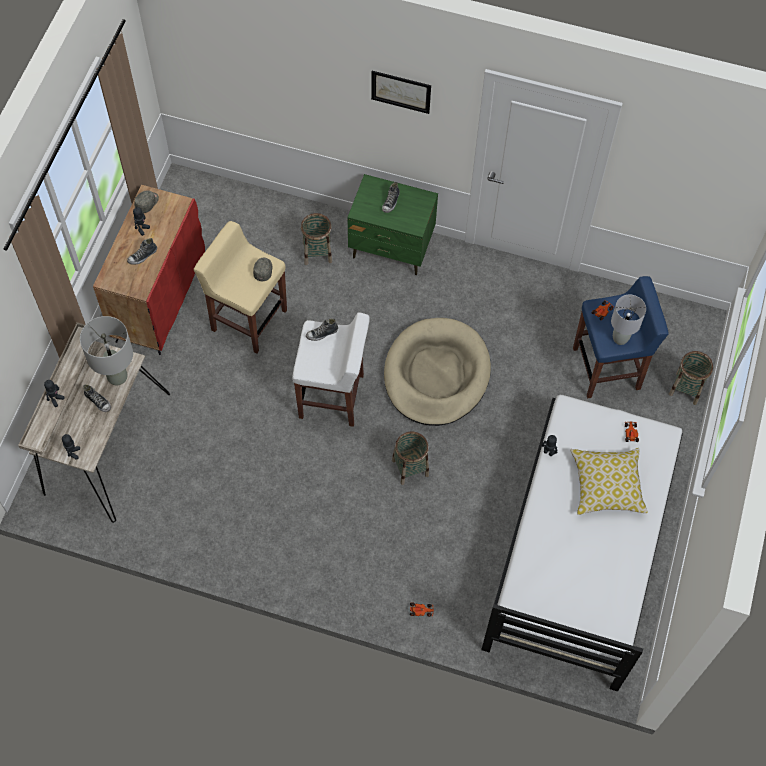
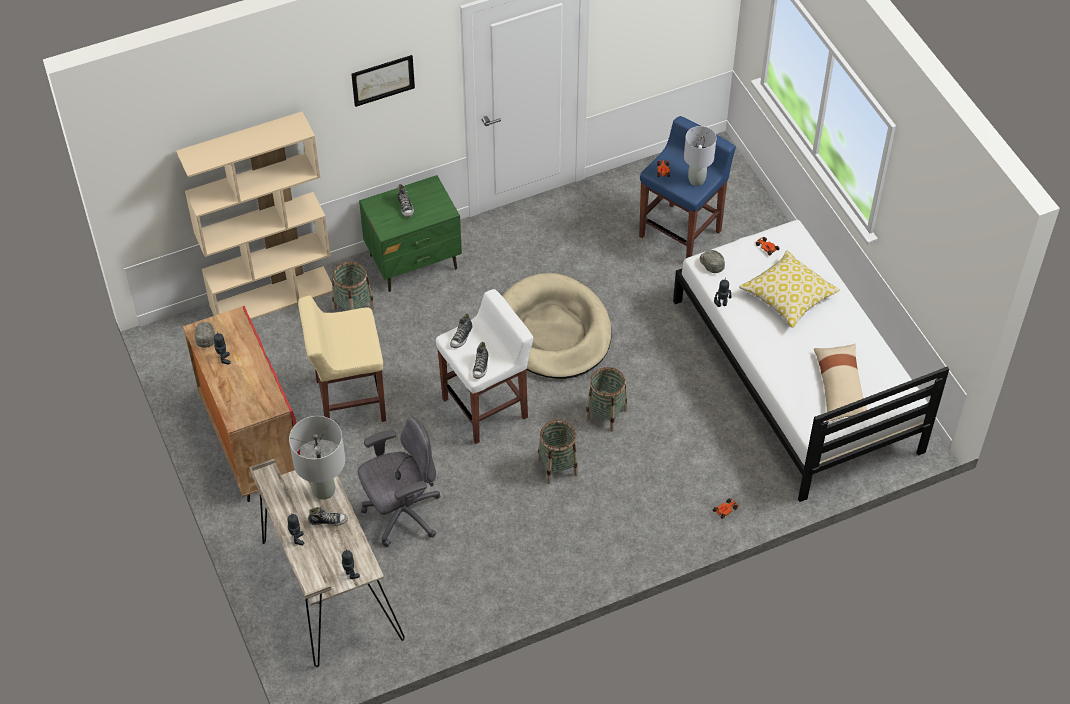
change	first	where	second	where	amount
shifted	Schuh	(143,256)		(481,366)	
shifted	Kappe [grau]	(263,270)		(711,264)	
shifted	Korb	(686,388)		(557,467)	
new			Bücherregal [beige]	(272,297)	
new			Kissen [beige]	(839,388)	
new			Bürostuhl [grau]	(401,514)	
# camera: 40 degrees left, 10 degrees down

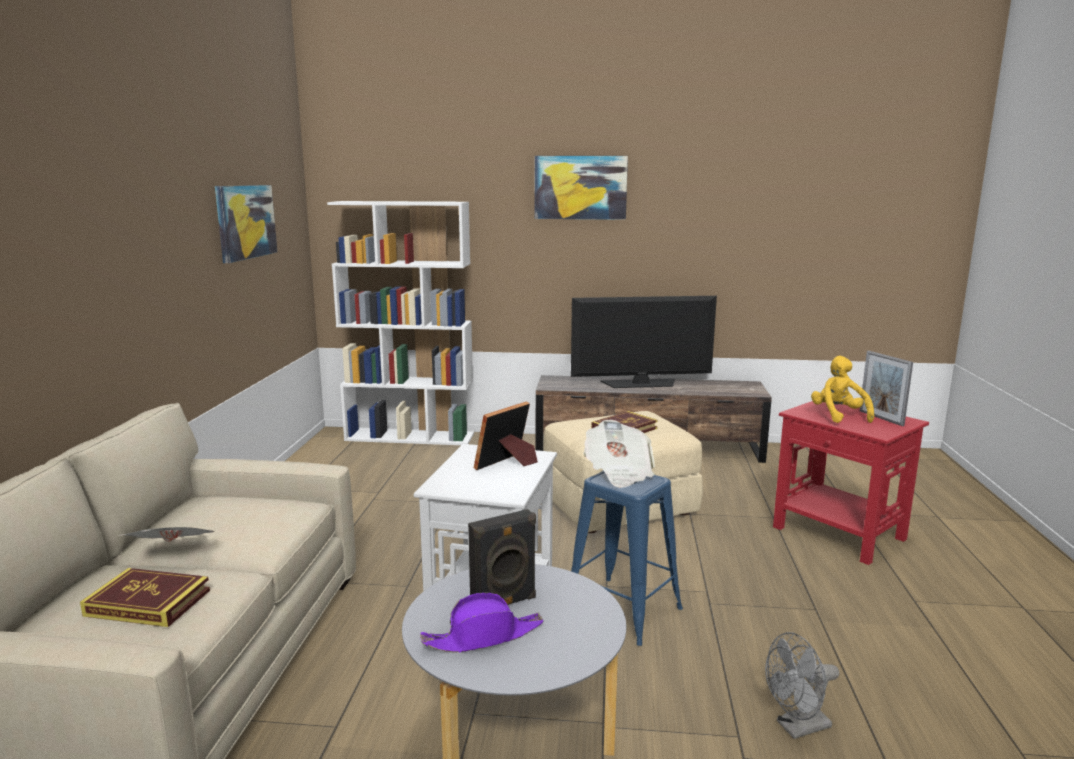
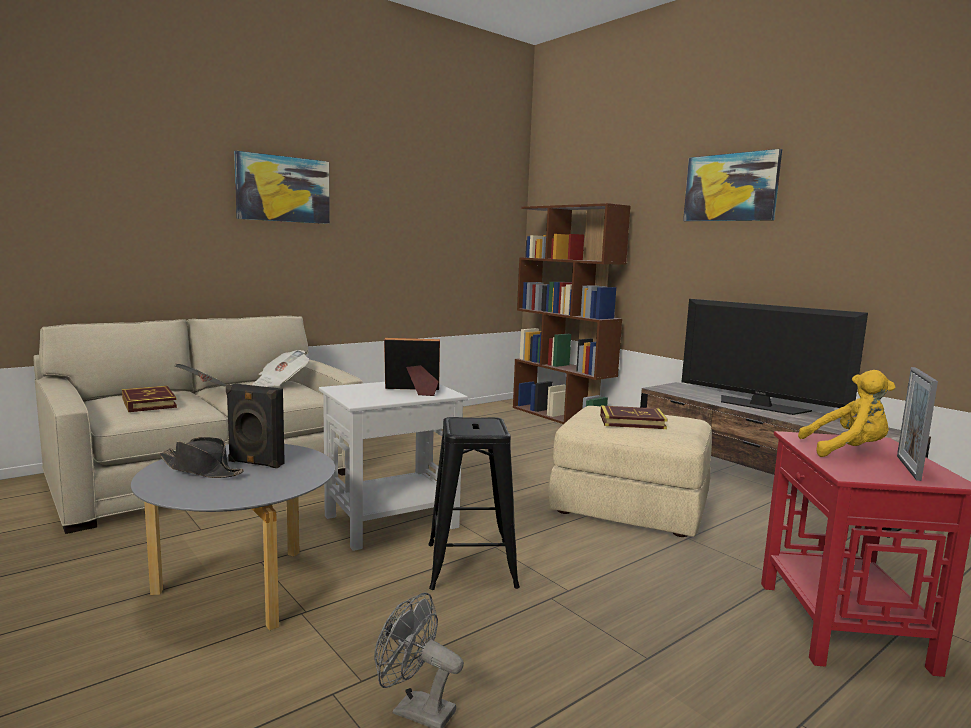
change	first	where	second	where	amount
shifted	Bild	(245,221)		(283,189)	
repainted	Bücherregal [weiß]	(410,437)	Bücherregal [braun]	(561,417)	
rotated	Plüschtier [gelb]	(838,415)		(847,451)	60 degrees clockwise
shifted	Zeitung	(618,472)		(280,383)	
repainted	Hocker [blau]	(623,610)	Hocker [schwarz]	(471,565)	
repainted	Hut [lila]	(483,636)	Hut [schwarz]	(201,469)	
# camera: 45 degrees right, 5 degrees down

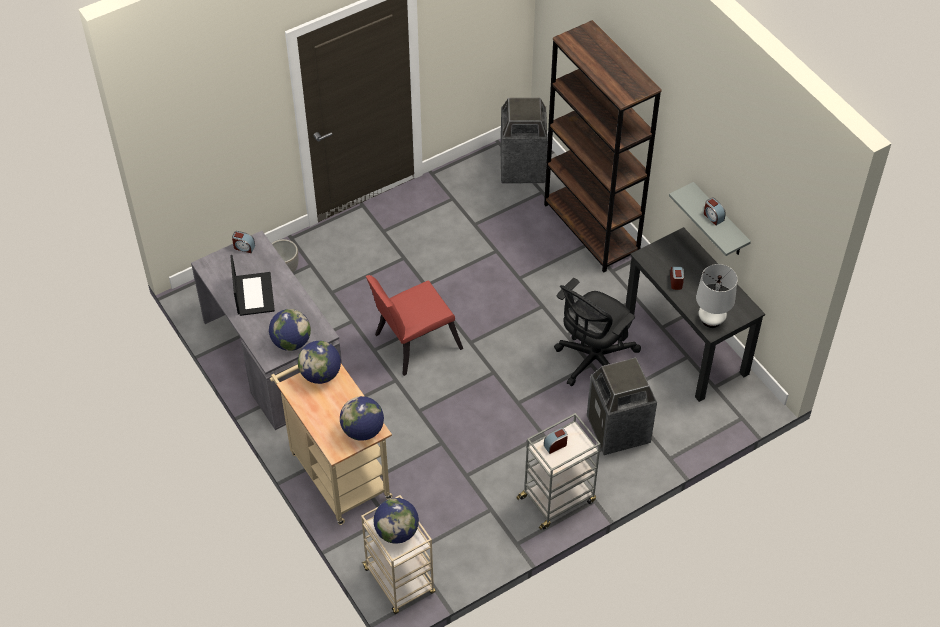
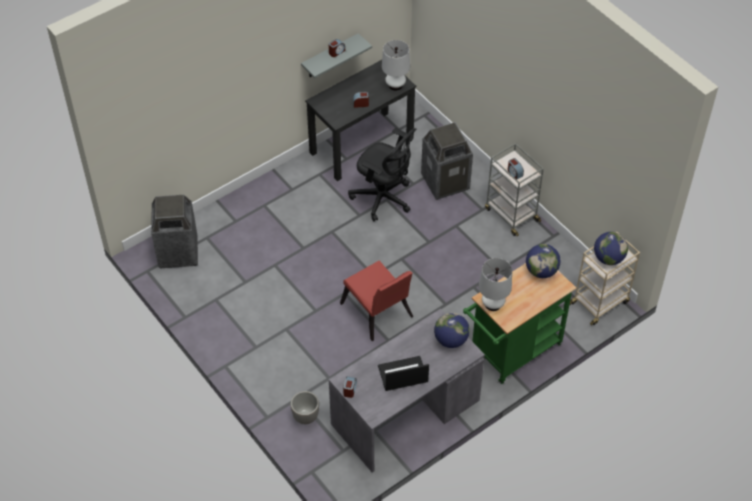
change	first	where	second	where	amount
gone	Bücherregal [braun]	(591,229)			
swapped	Globus	(320,374)	Tischlampe [weiß]	(493,304)	
repainted	Rollwagen [beige]	(336,471)	Rollwagen [grün]	(511,352)	
# camera: 95 degrees left, 0 degrees up

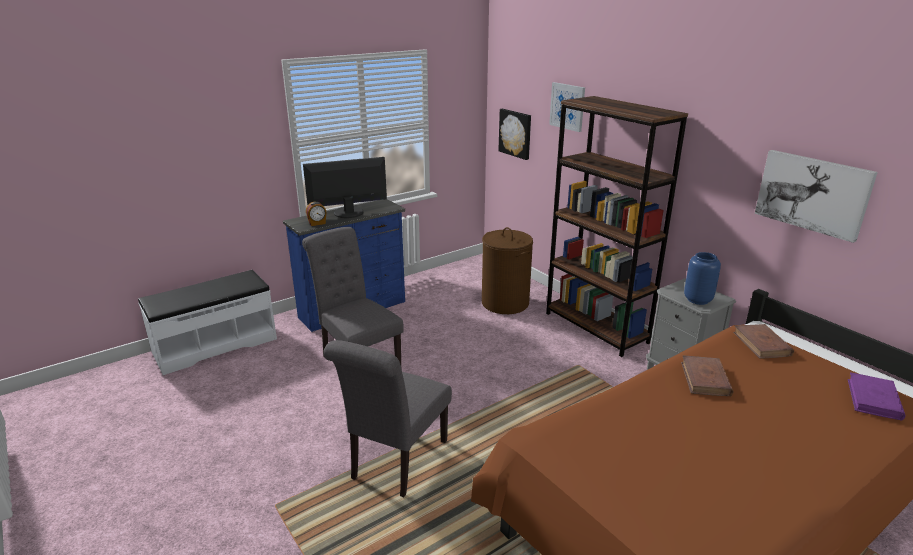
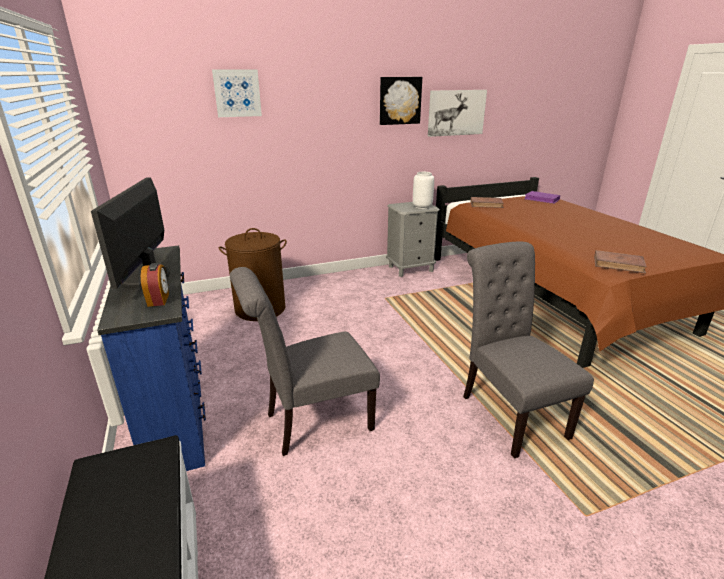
change	first	where	second	where	amount
gone	Bücherregal [braun]	(596,328)			
shifted	Bild	(516,133)		(399,100)	
repainted	Vase [blau]	(697,300)	Vase [weiß]	(422,207)	
rotated	Stuhl [grau]	(396,463)		(508,412)	150 degrees counterclockwise
shifted	Buch [braun]	(705,379)		(618,264)	
# camera: 75 degrees left, 0 degrees up

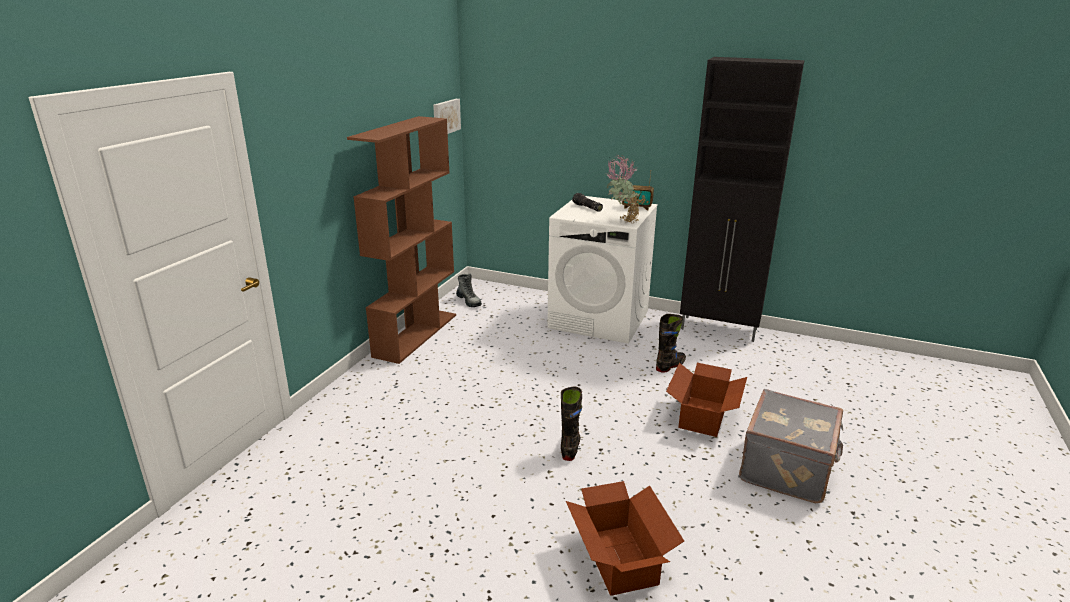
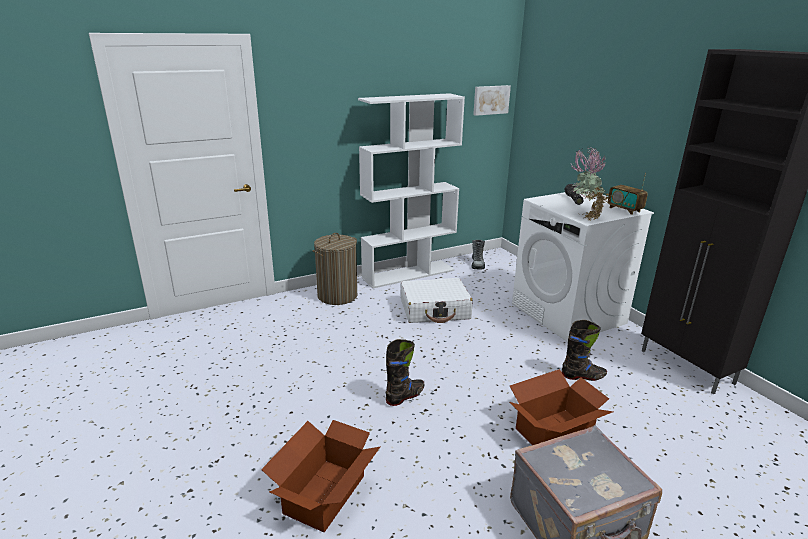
change	first	where	second	where	amount
repainted	Bücherregal [braun]	(416,334)	Bücherregal [weiß]	(409,274)	
new			Wäschekorb	(337,295)	
new			Koffer [weiß]	(435,310)	
# camera: 40 degrees right, 0 degrees up

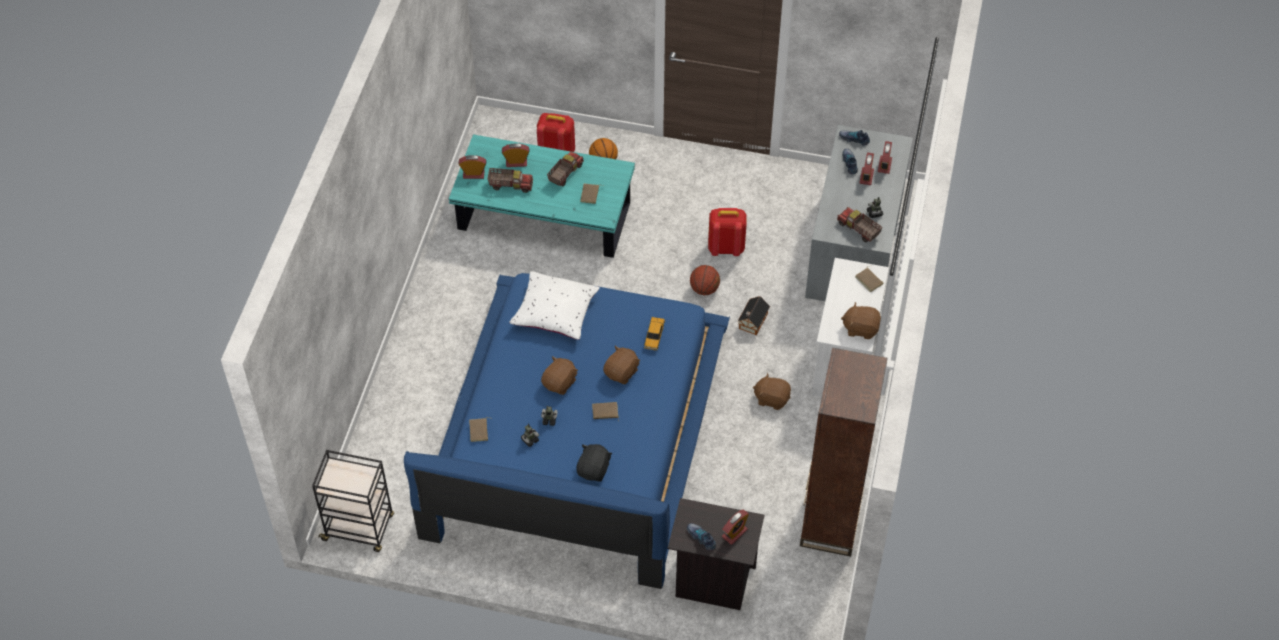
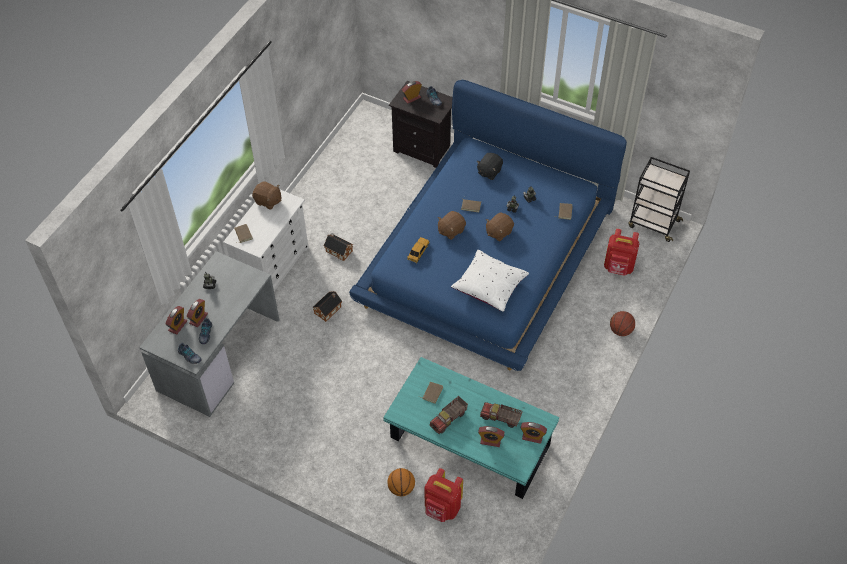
change	first	where	second	where	amount
gone	Spielzeuglaster	(858,230)			
shifted	Rucksack [rot]	(725,247)		(618,267)	
shifted	Basketball	(704,289)		(620,330)	
gone	Bücherregal [braun]	(831,519)			
swapped	Plüschtier [braun]	(772,398)	Spielzeughaus	(338,250)	
# camera: 165 degrees left, 0 degrees up

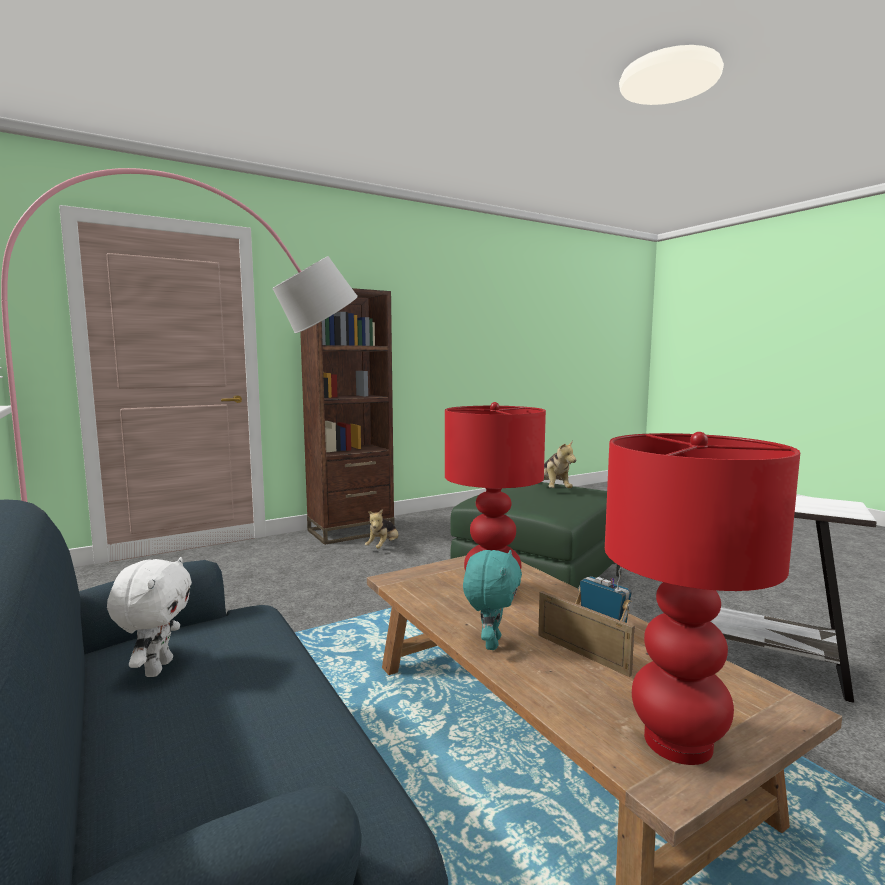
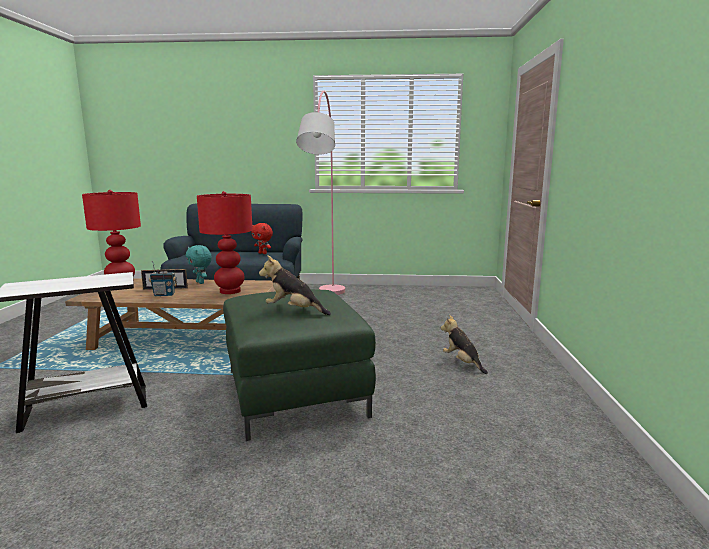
change	first	where	second	where	amount
gone	Bücherregal [braun]	(351,531)			
repainted	Plüschtier [weiß]	(157,668)	Plüschtier [rot]	(263,253)	
# camera: 125 degrees right, 5 degrees up

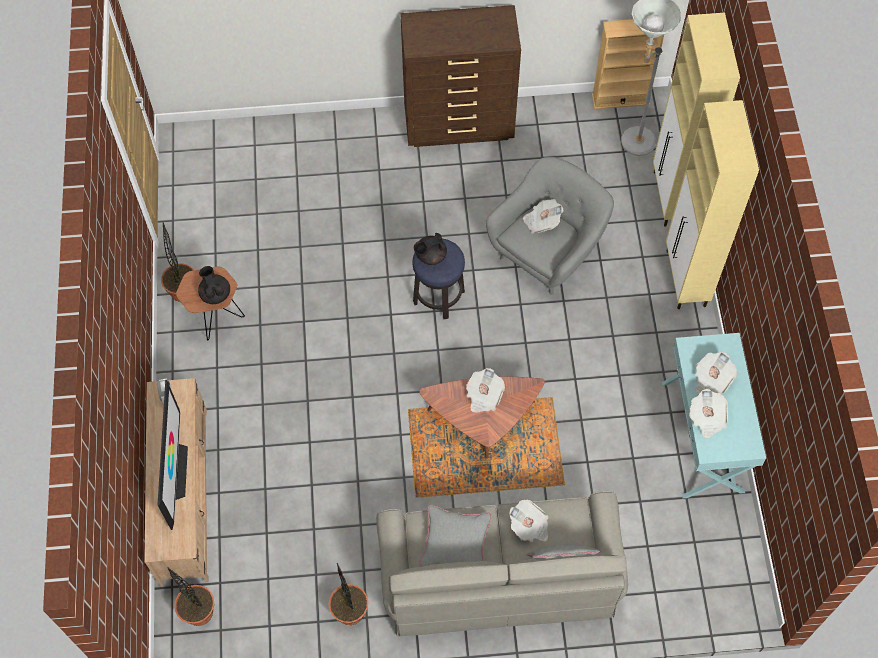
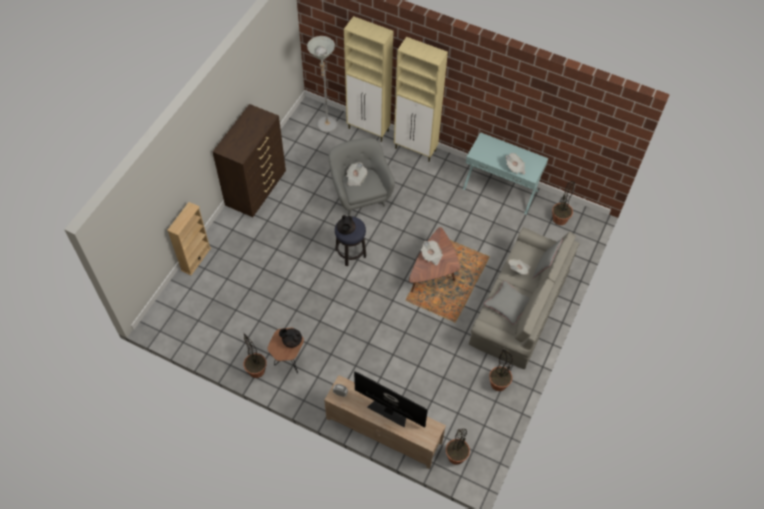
change	first	where	second	where	amount
shifted	Bücherregal [beige]	(620,99)		(196,259)	
gone	Zeitung	(711,380)			
new			Topfpflanze	(559,219)	
# camera: 60 degrees left, 5 degrees down

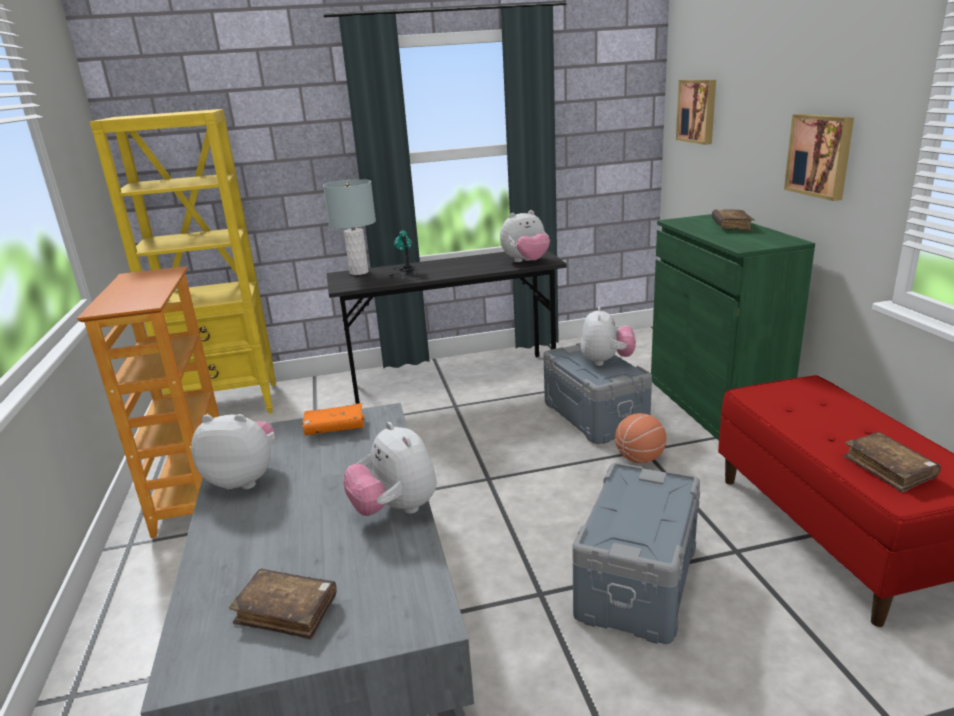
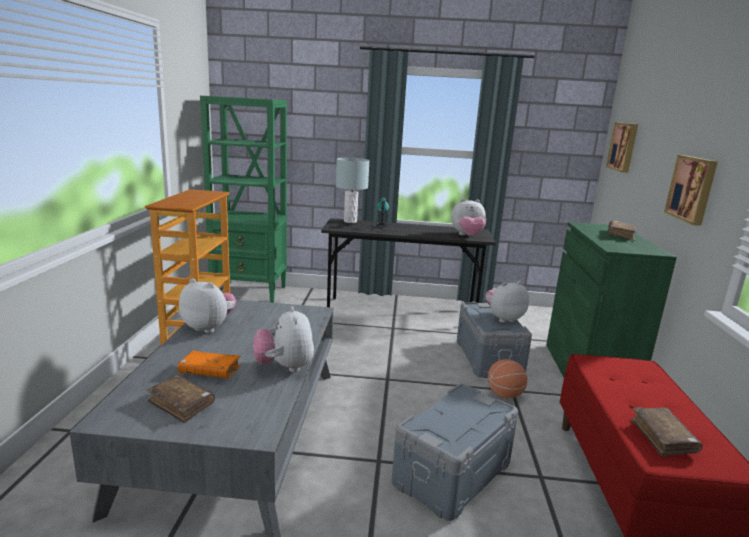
change	first	where	second	where	amount
repainted	Bücherregal [gelb]	(229,404)	Bücherregal [grün]	(250,293)	
rotated	Plüschtier	(606,361)		(503,318)	135 degrees counterclockwise
shifted	Buch [orange]	(335,428)		(209,372)	
# camera: 15 degrees right, 5 degrees down

